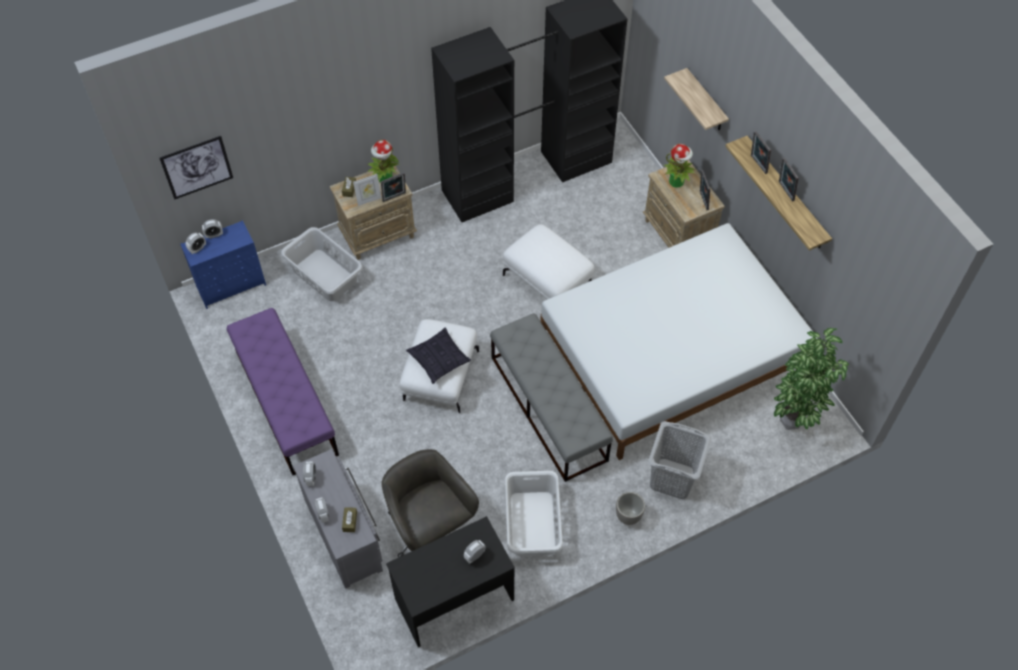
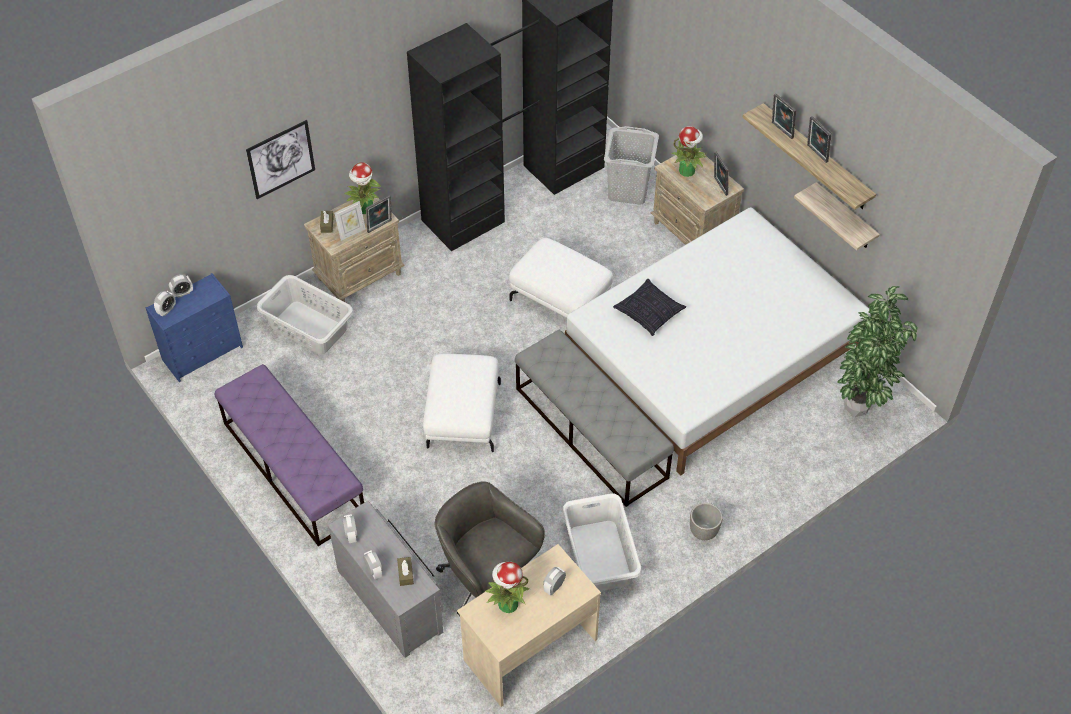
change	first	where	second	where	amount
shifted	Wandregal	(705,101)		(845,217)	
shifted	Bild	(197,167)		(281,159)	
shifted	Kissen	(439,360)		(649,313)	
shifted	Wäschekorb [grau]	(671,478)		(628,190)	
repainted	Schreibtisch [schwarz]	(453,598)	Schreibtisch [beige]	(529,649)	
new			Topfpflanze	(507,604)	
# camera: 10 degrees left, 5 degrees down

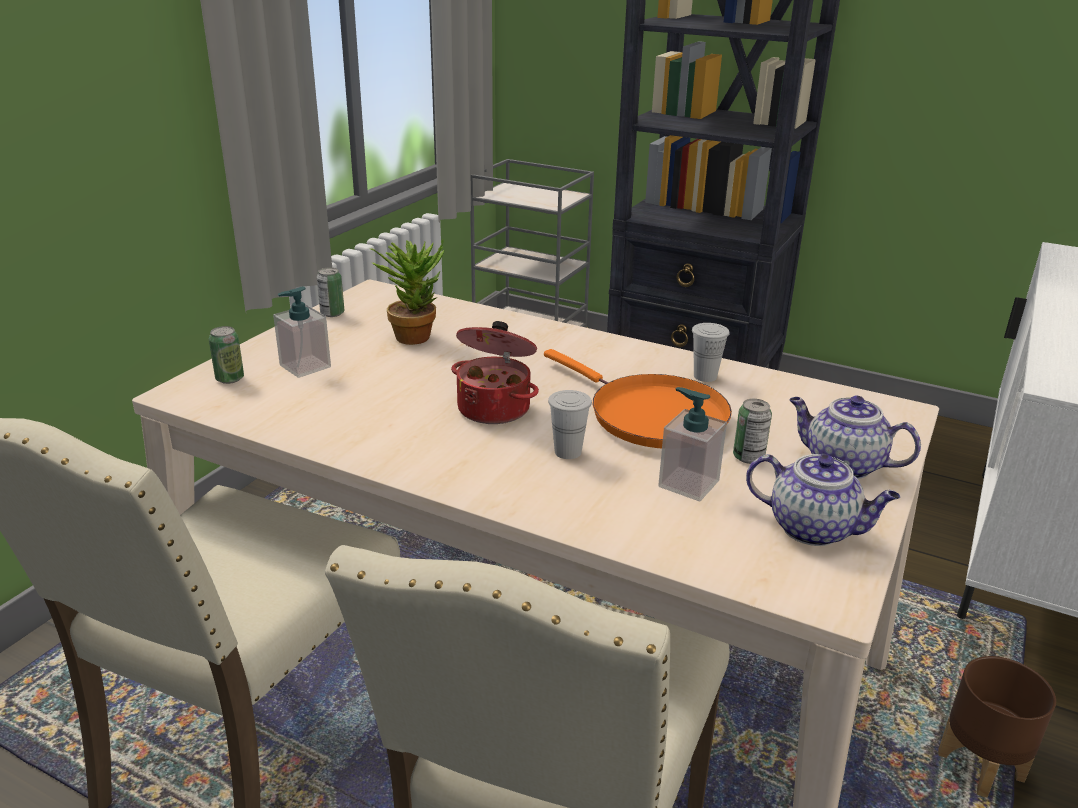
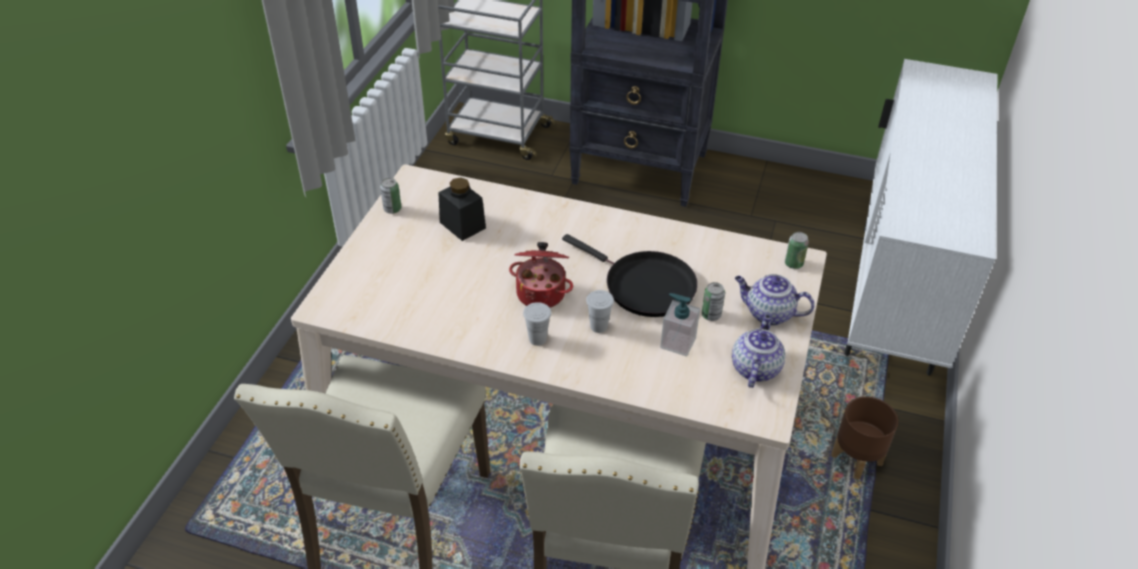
change	first	where	second	where	amount
swapped	Topfpflanze	(415,334)	Vorratsglas [schwarz]	(462,225)	
gone	Seifenspender	(305,366)			
shifted	Tasse [weiß]	(705,376)		(537,339)	
shifted	Dose	(230,379)		(793,264)	
repainted	Pfanne [orange]	(650,415)	Pfanne [schwarz]	(644,286)	
rotated	Teekanne	(814,529)		(755,368)	90 degrees counterclockwise
# camera: 10 degrees left, 15 degrees up

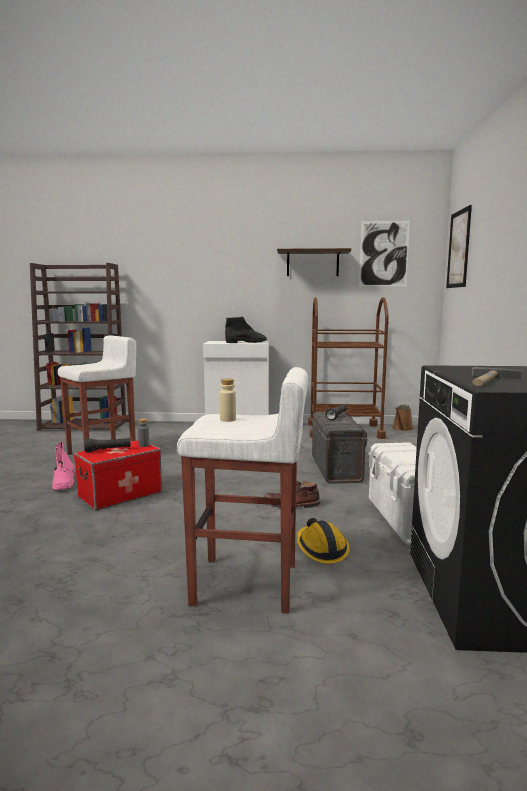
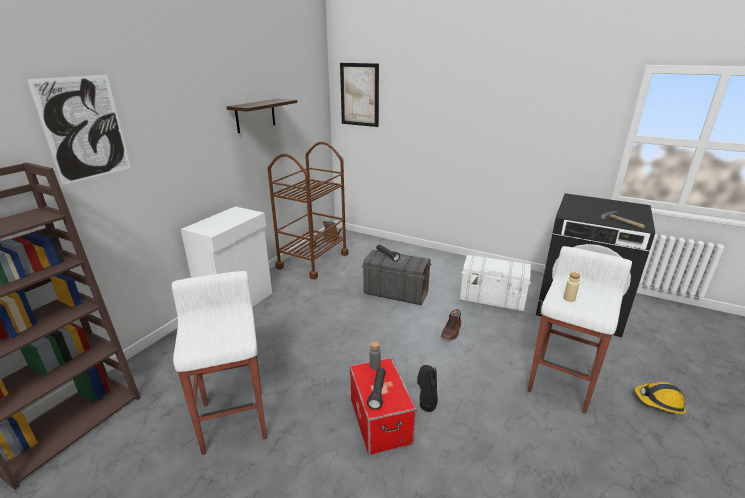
change	first	where	second	where	amount
shifted	Bild	(384,254)		(84,128)	
shifted	Stiefel [schwarz]	(246,342)		(427,389)	
gone	Stiefel [rosa]	(64,482)			
shifted	Schutzhelm	(321,549)		(659,402)	
# camera: 65 degrees left, 15 degrees up

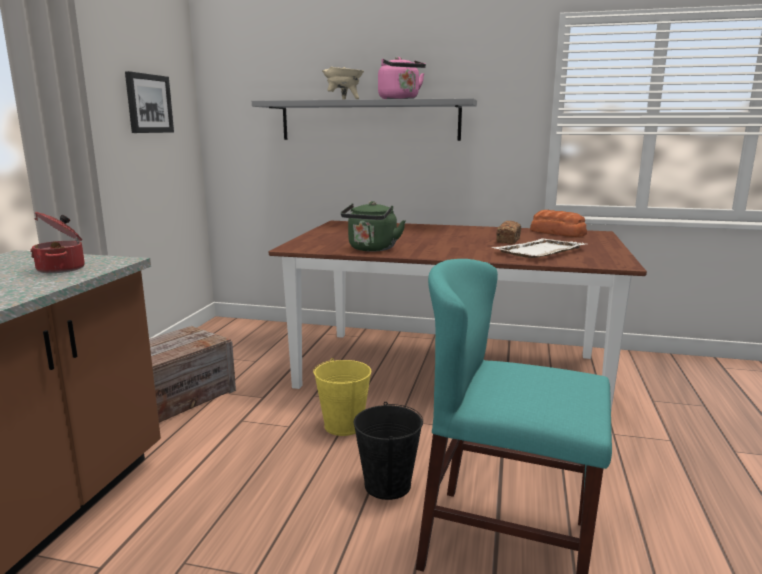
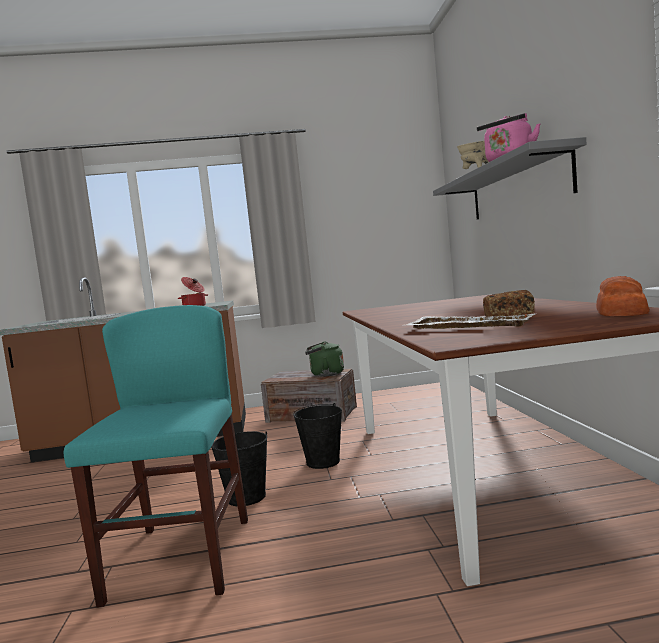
change	first	where	second	where	amount
gone	Bild	(148,103)			
shifted	Wasserkessel [grün]	(371,249)		(325,374)	
repainted	Eimer [gelb]	(344,425)	Eimer [schwarz]	(323,462)	
# camera: 70 degrees right, 10 degrees down

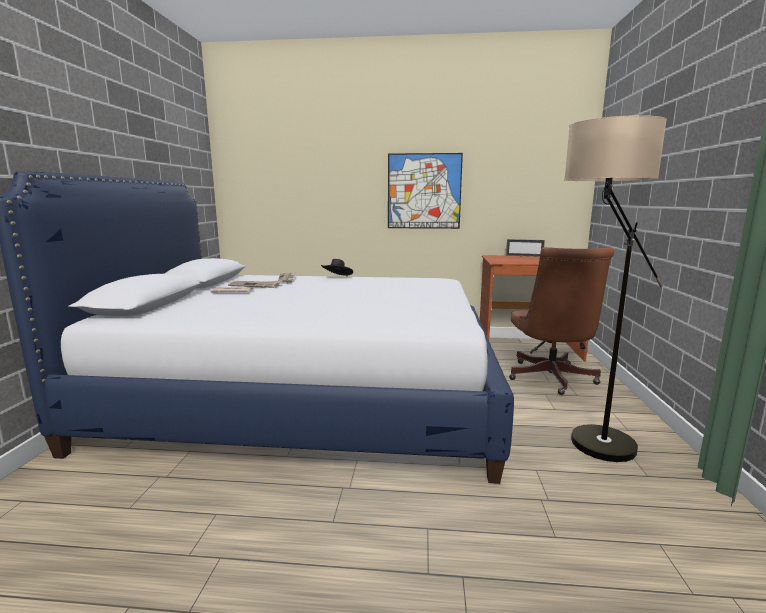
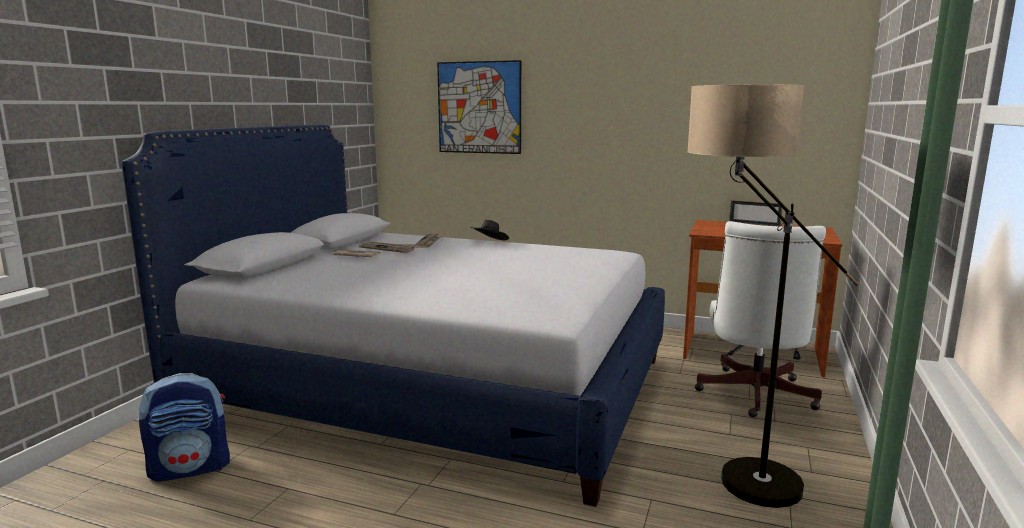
change	first	where	second	where	amount
shifted	Bild	(424,191)		(479,107)	
repainted	Bürostuhl [braun]	(551,379)	Bürostuhl [weiß]	(754,396)	
new			Rucksack	(191,468)	
# camera: 15 degrees right, 0 degrees up

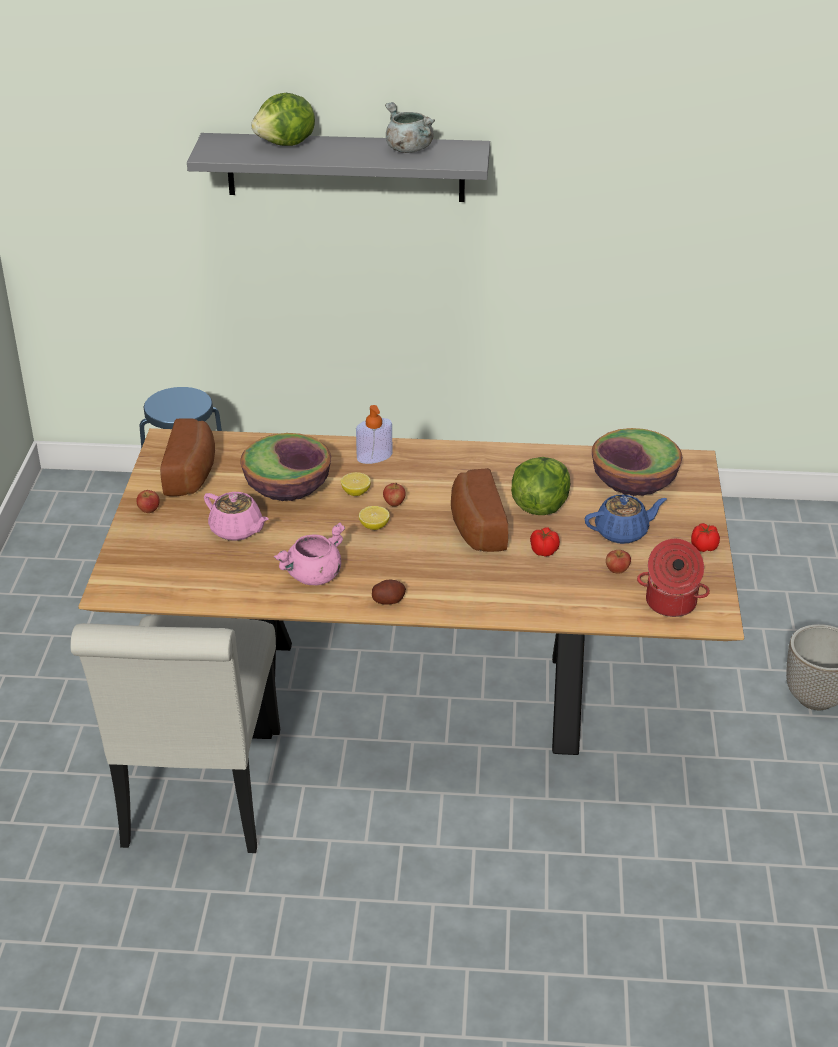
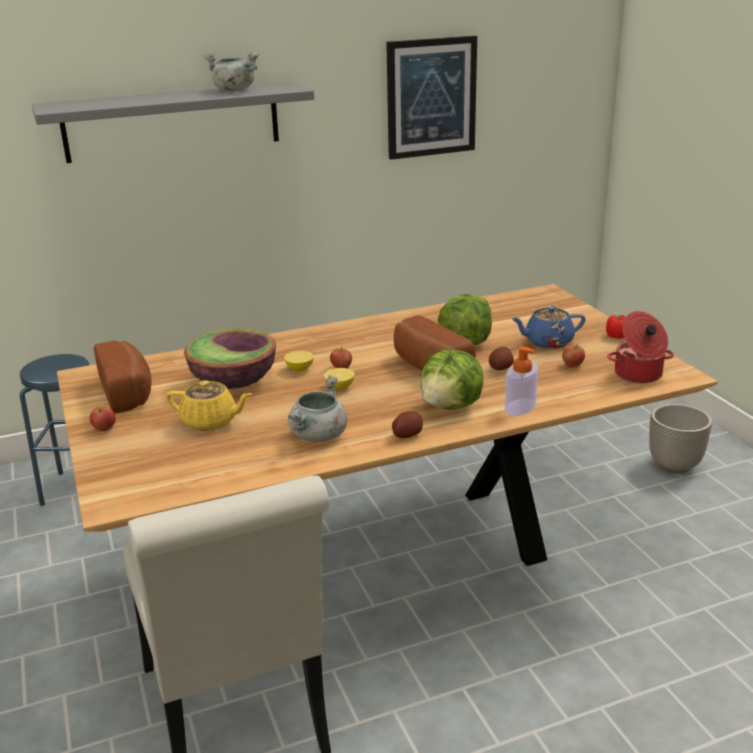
change	first	where	second	where	amount
shifted	Salatkopf	(286,144)		(451,406)	
shifted	Seifenspender	(374,456)		(520,407)	
gone	Schüssel	(633,484)			
repainted	Teekanne [rosa]	(237,530)	Teekanne [gelb]	(210,421)	
rotated	Teekanne [blau]	(622,532)		(547,342)	150 degrees counterclockwise
repainted	Kochtopf [rosa]	(313,576)	Kochtopf [grau]	(318,436)	
swapped	Tomate	(543,551)	Kartoffel	(501,368)	
new			Bild	(431,97)	
# camera: 25 degrees left, 10 degrees down

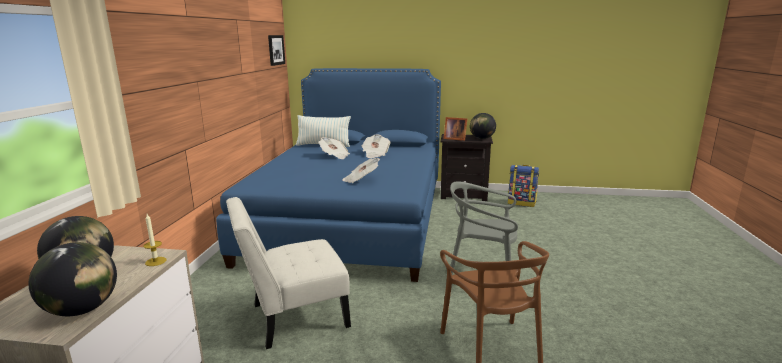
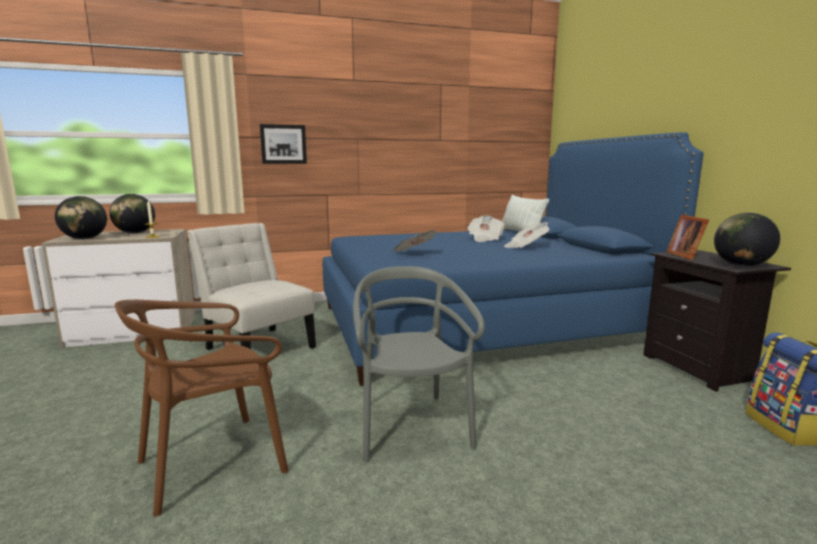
change	first	where	second	where	amount
shifted	Bild	(275,50)		(283,144)	
# camera: 65 degrees right, 5 degrees down

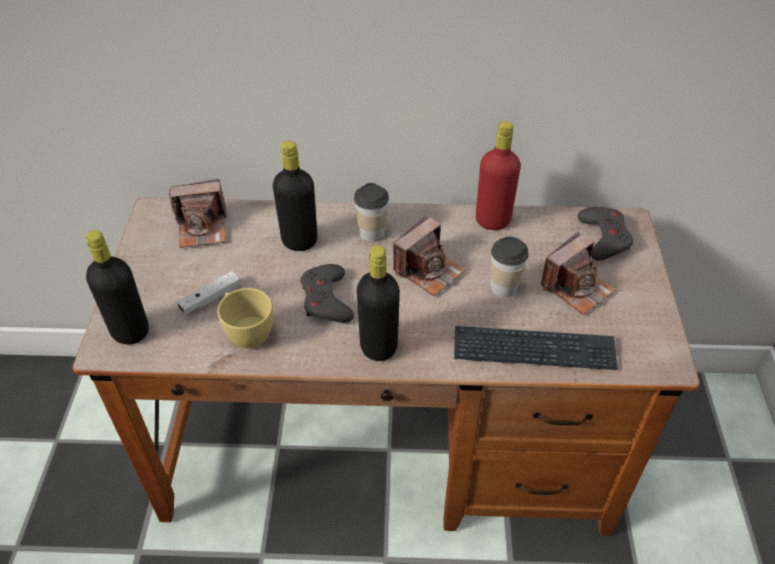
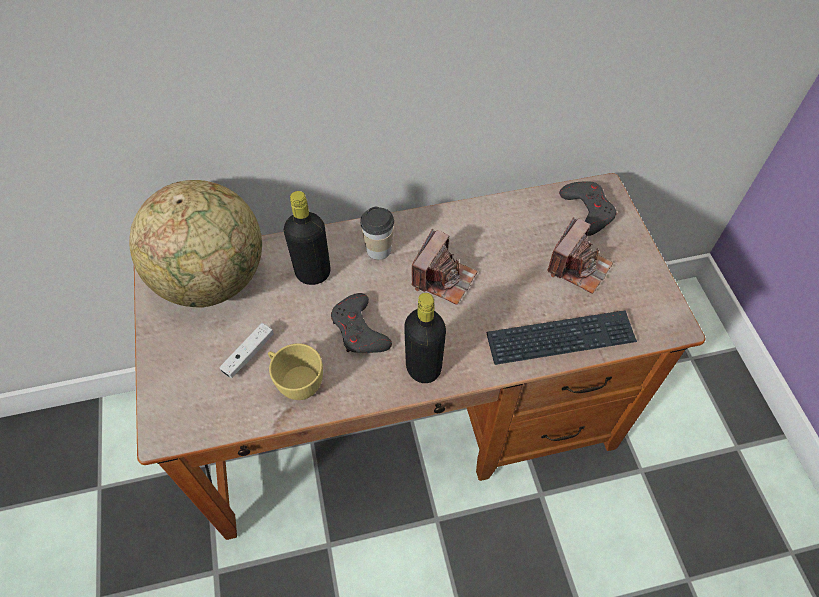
change	first	where	second	where	amount
gone	Flasche [rot]	(492,221)			
swapped	Kamera	(203,228)	Globus	(213,279)	
gone	Flasche [schwarz]	(130,331)			
gone	Tasse	(504,287)			
# camera: 15 degrees left, 10 degrees up

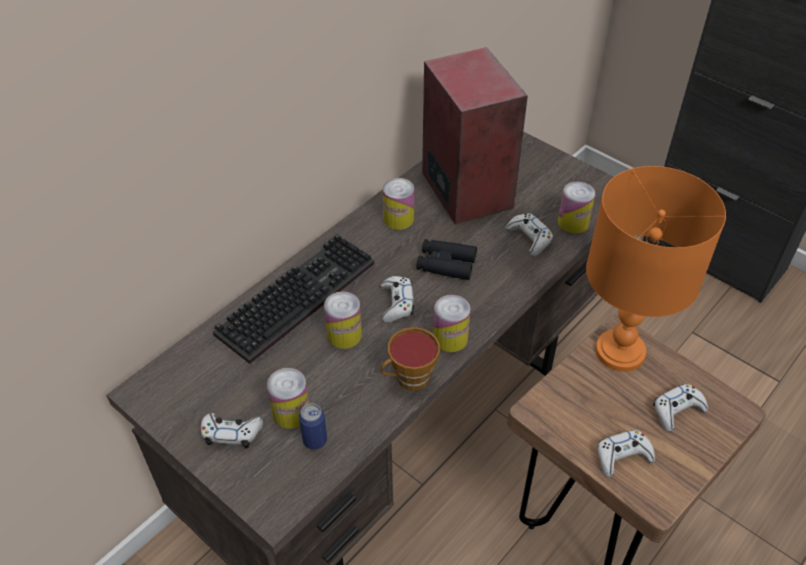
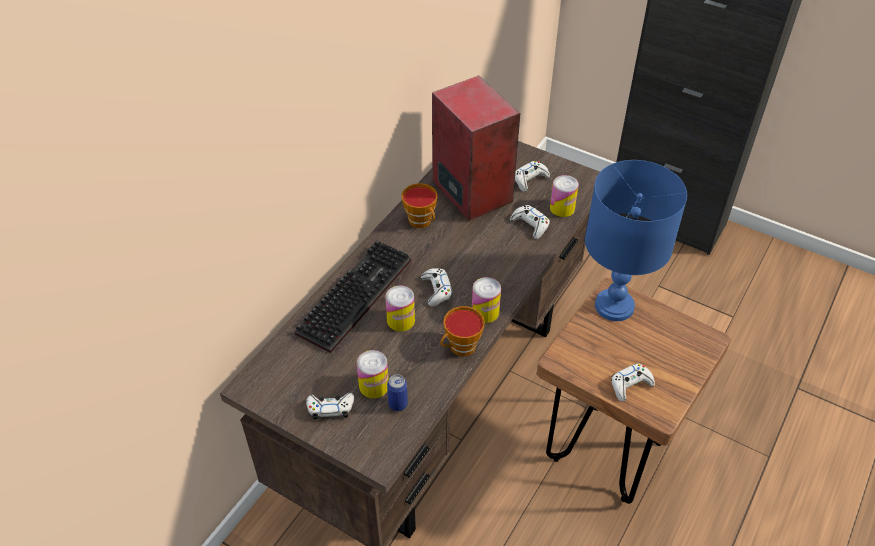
change	first	where	second	where	amount
repainted	Tischlampe [orange]	(619,351)	Tischlampe [blau]	(613,305)	
swapped	Dose	(398,219)	Tasse	(422,221)	
gone	Fernglas [schwarz]	(446,264)			
shifted	Gamepad [weiß]	(677,411)		(530,179)	
# camera: 10 degrees left, 0 degrees up

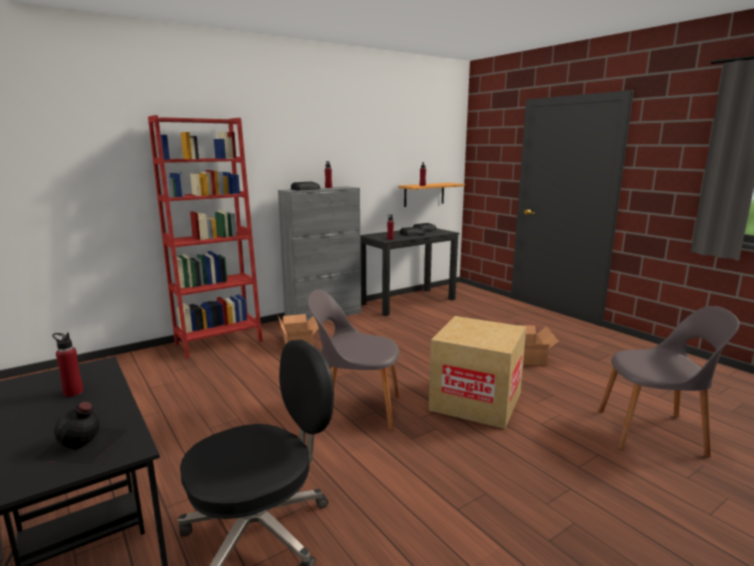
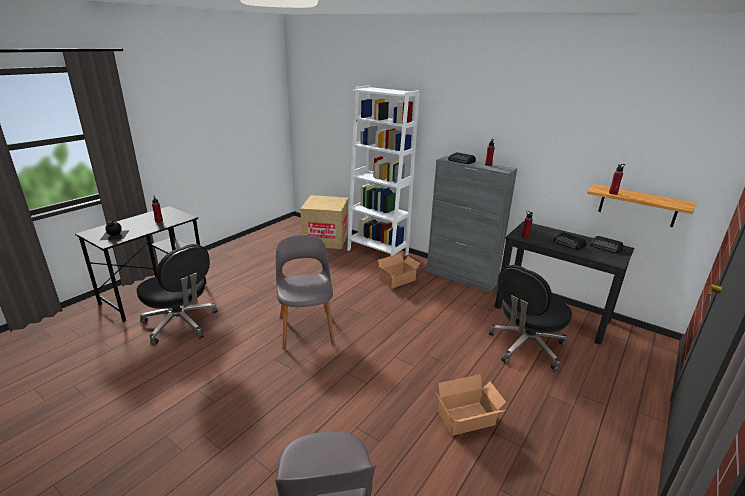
change	first	where	second	where	amount
repainted	Bücherregal [rot]	(219,342)	Bücherregal [weiß]	(377,252)	
shifted	Karton	(476,401)		(326,239)	
new			Bürostuhl [schwarz]	(525,347)	
# camera: 70 degrees right, 10 degrees up

